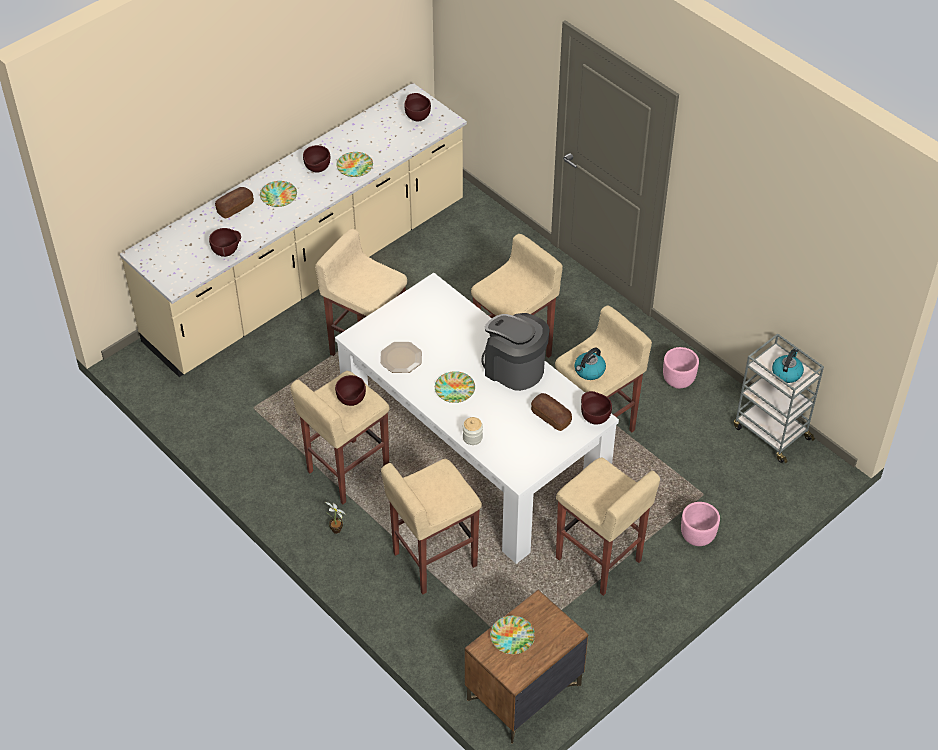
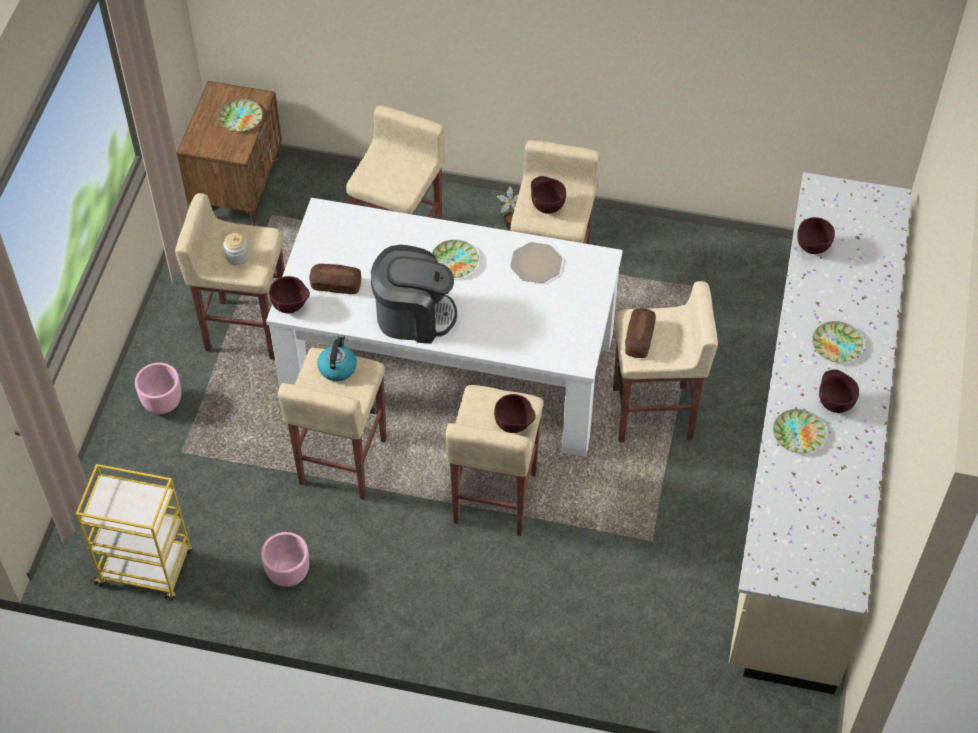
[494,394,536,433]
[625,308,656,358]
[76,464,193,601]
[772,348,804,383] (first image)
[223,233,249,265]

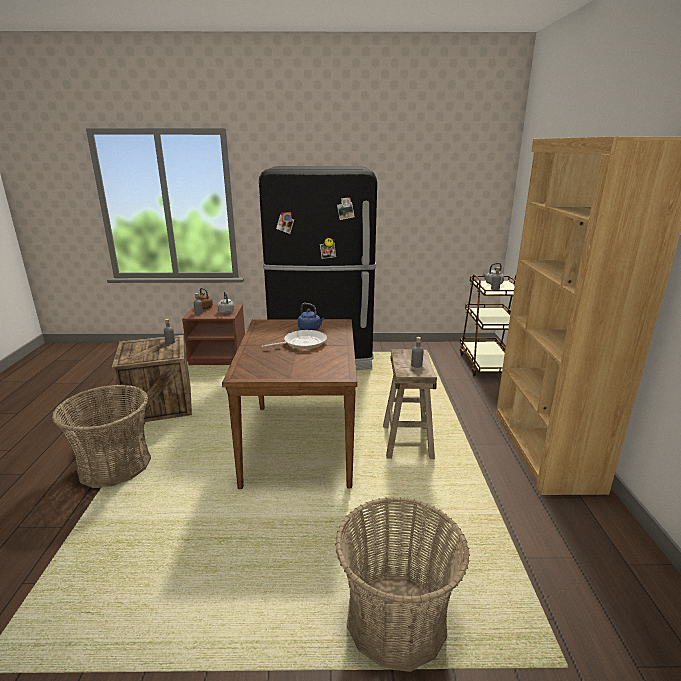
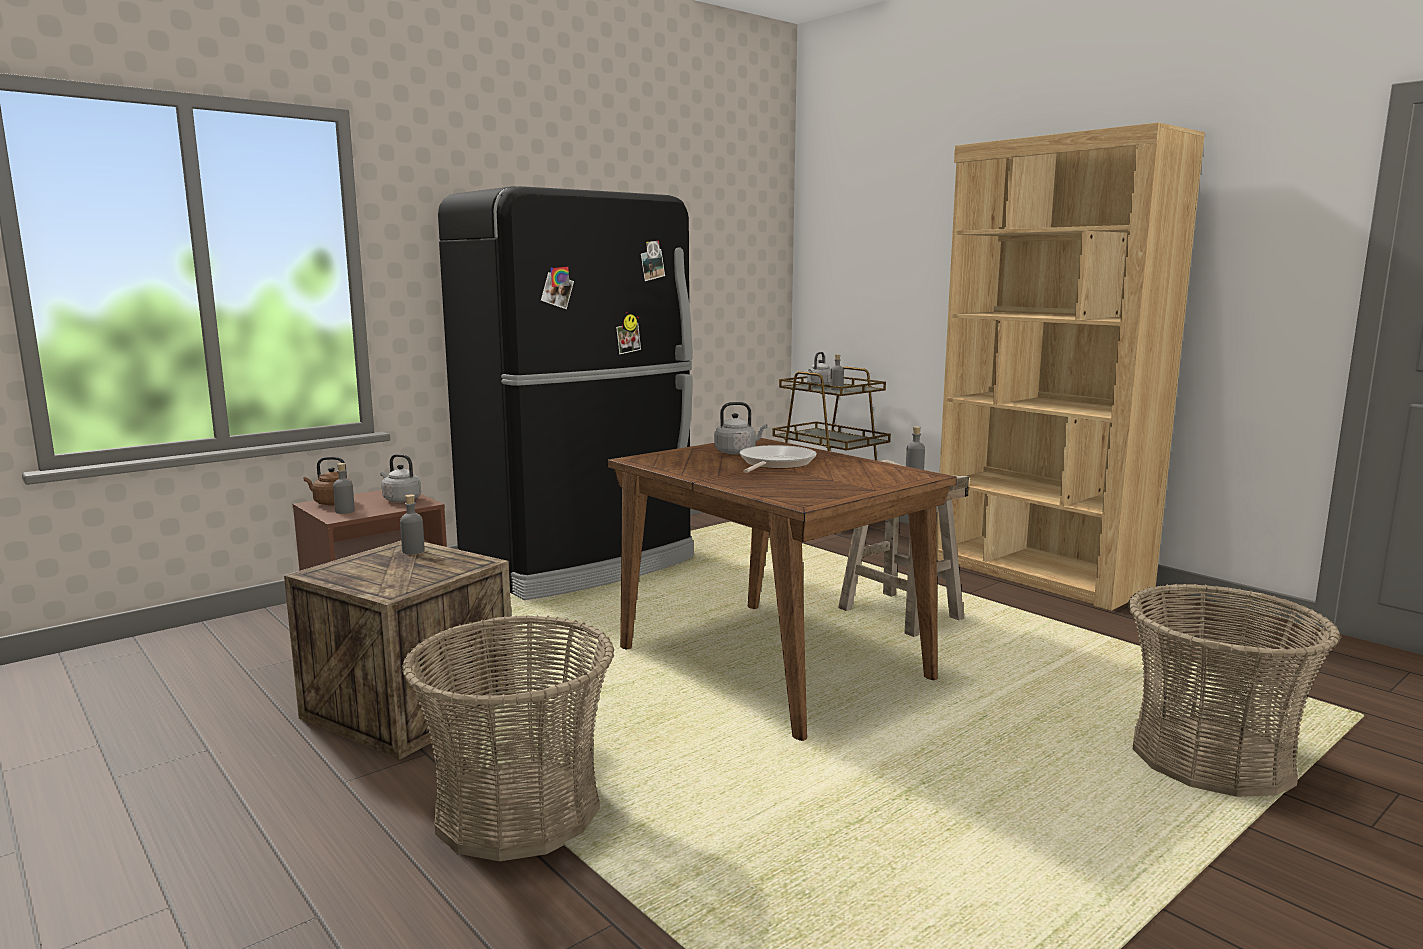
[714,402,768,454]

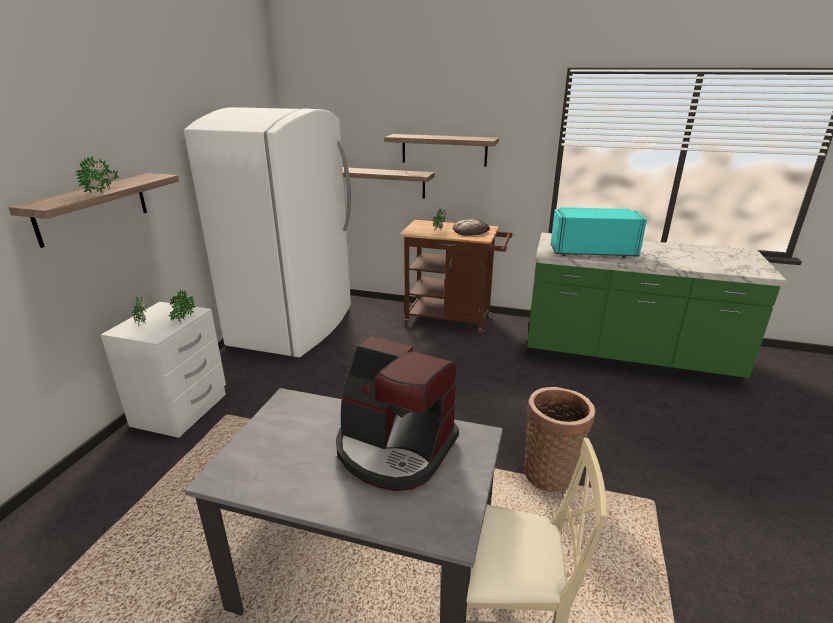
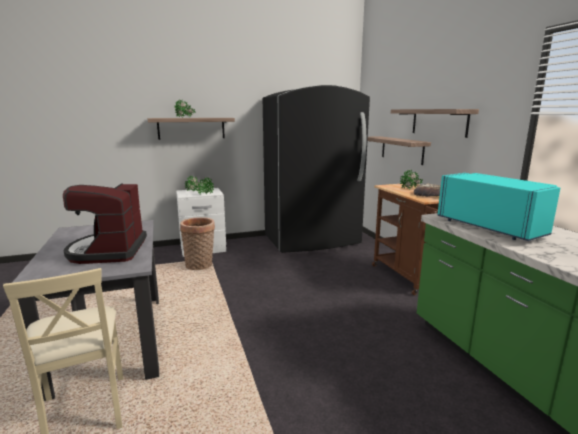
[263,85,370,253]
[180,217,215,270]

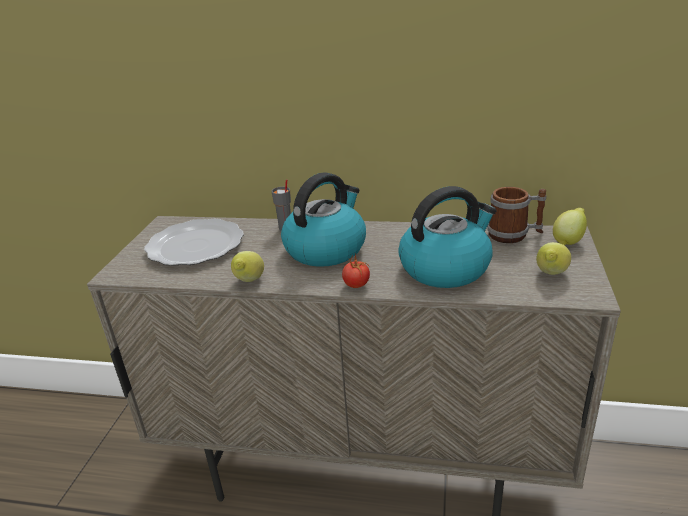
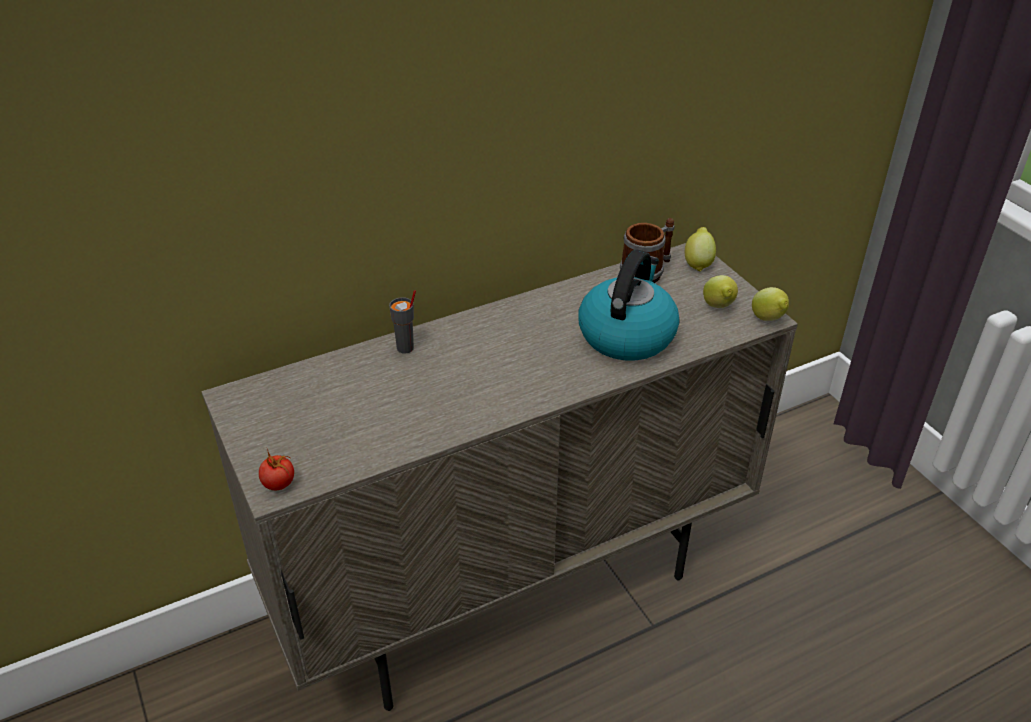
[281,172,366,267] (first image)
[144,219,244,266] (first image)
[752,287,789,321]
[259,449,294,490]

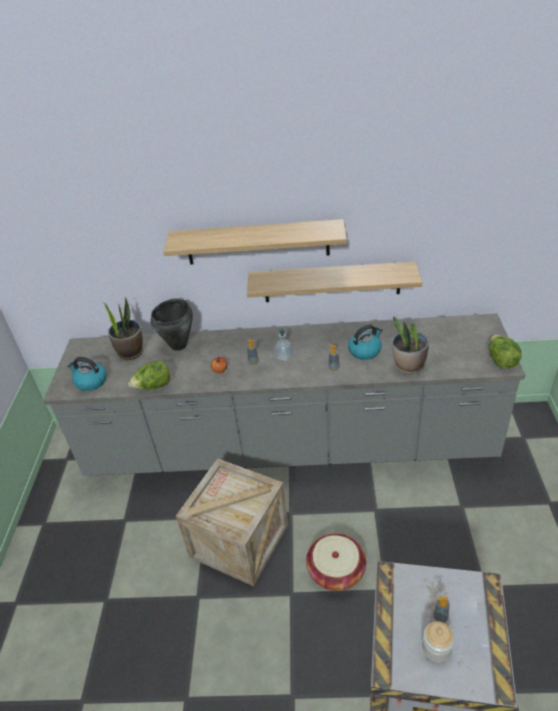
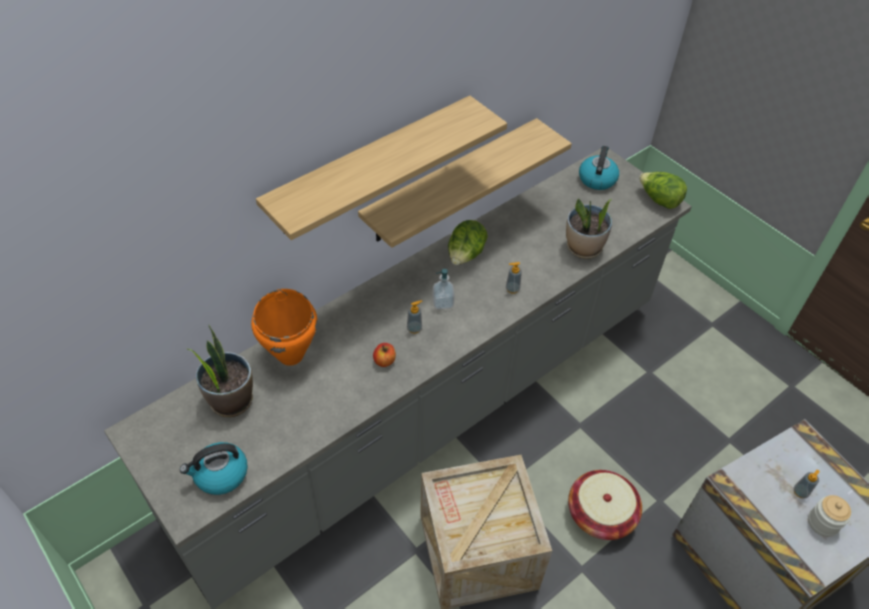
[251,289,317,366]
[579,146,619,190]
[448,220,488,265]

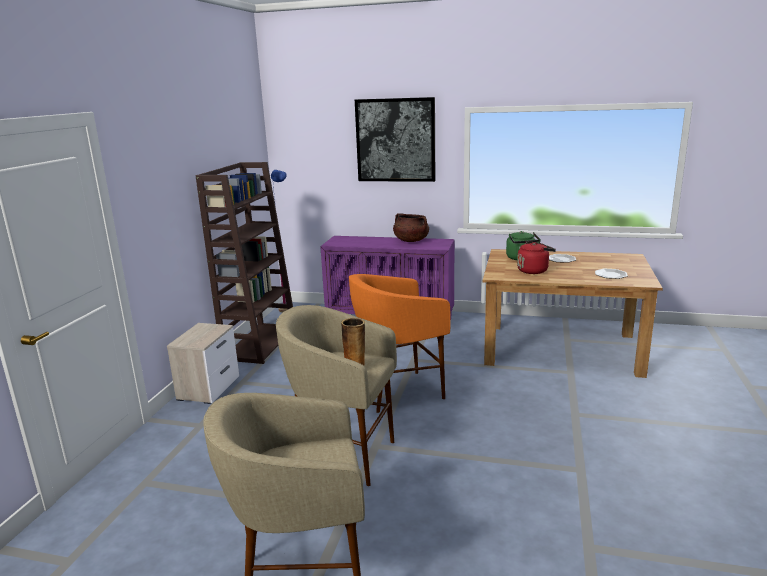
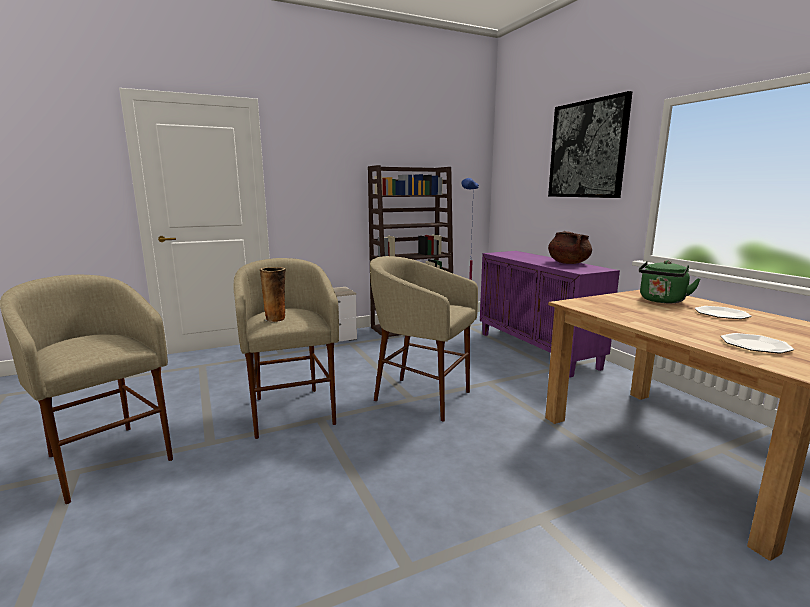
[517,241,556,274] (first image)
[370,256,478,421]

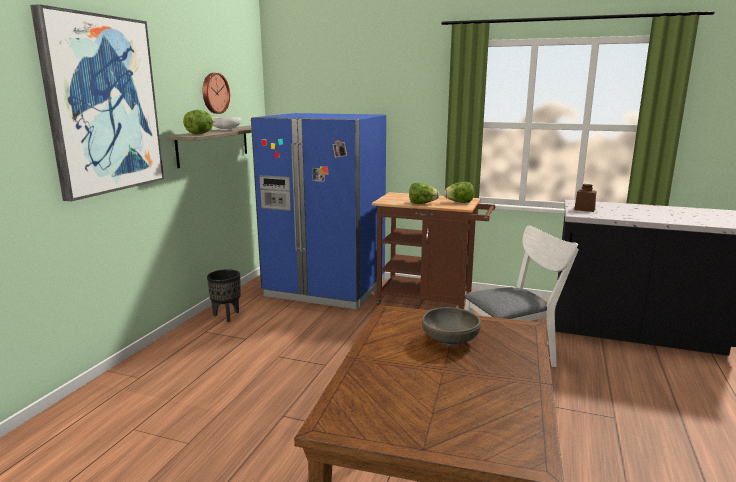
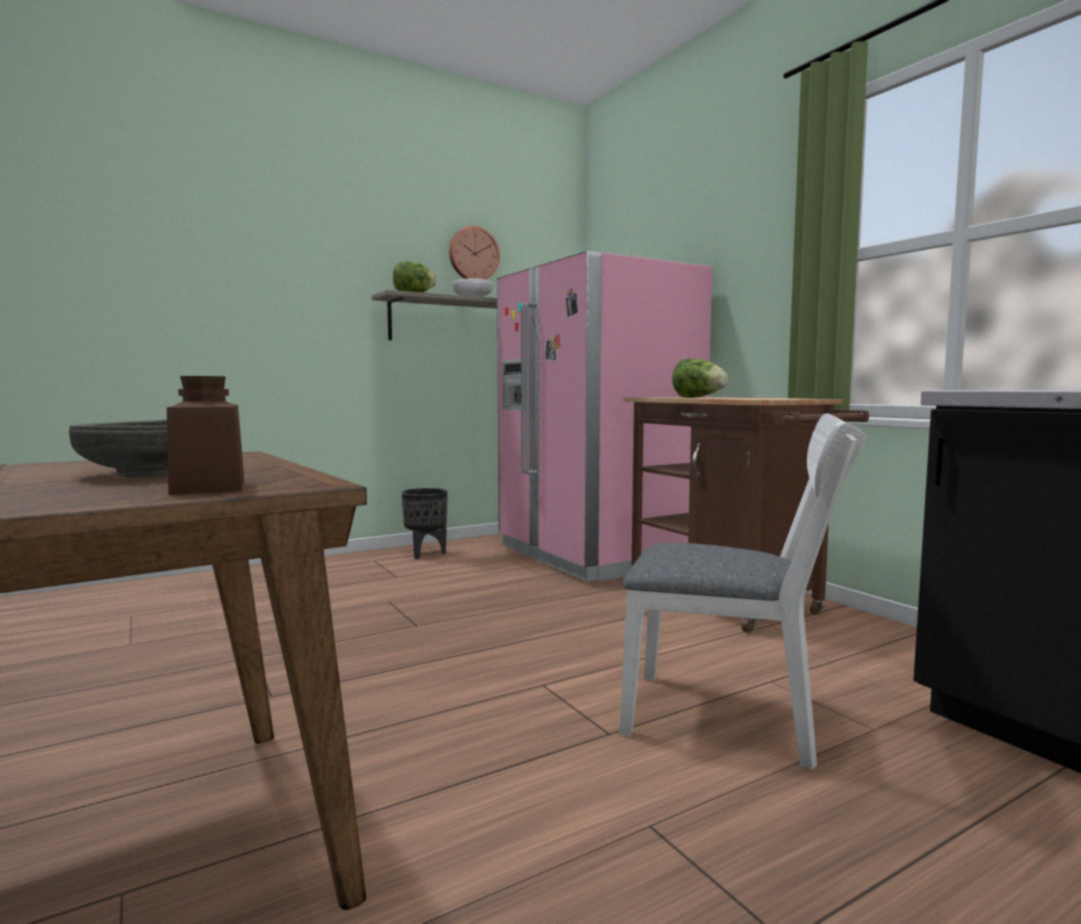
[30,4,164,201] (first image)
[497,251,712,582]
[443,182,474,203] (first image)
[167,376,244,495]

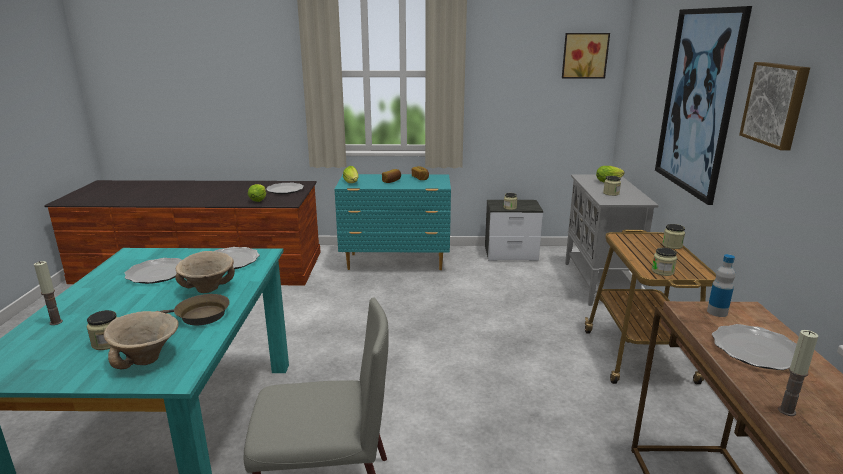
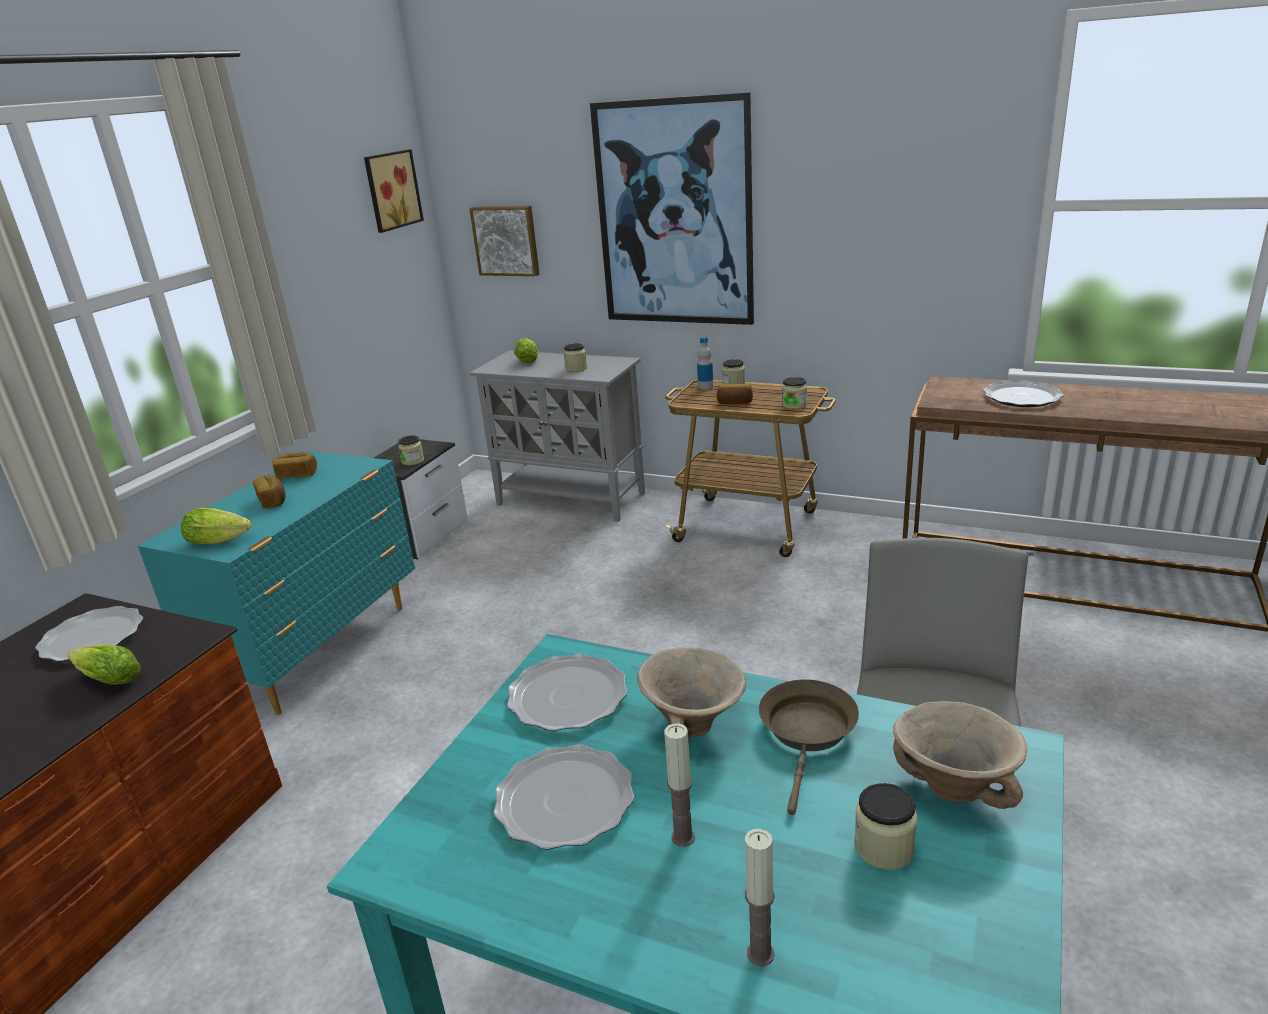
[469,206,540,276]
[697,336,713,389]
[664,723,695,847]
[716,383,753,404]

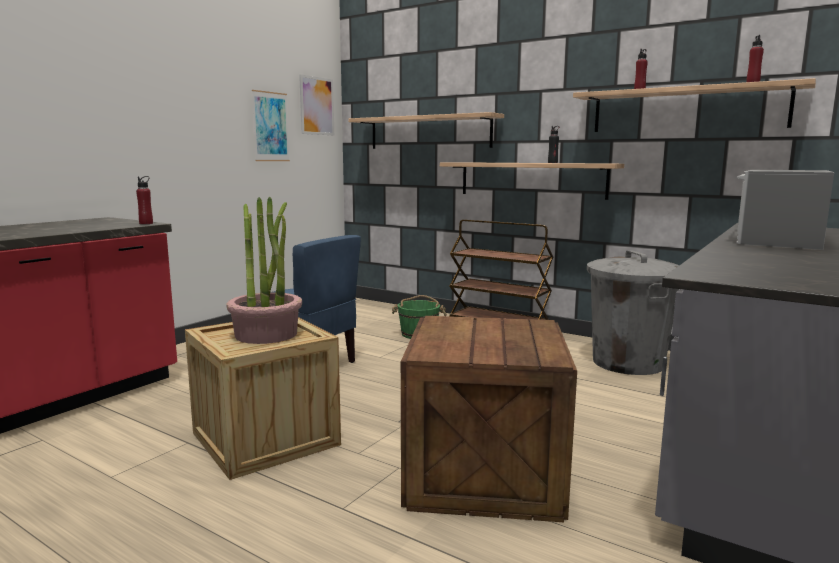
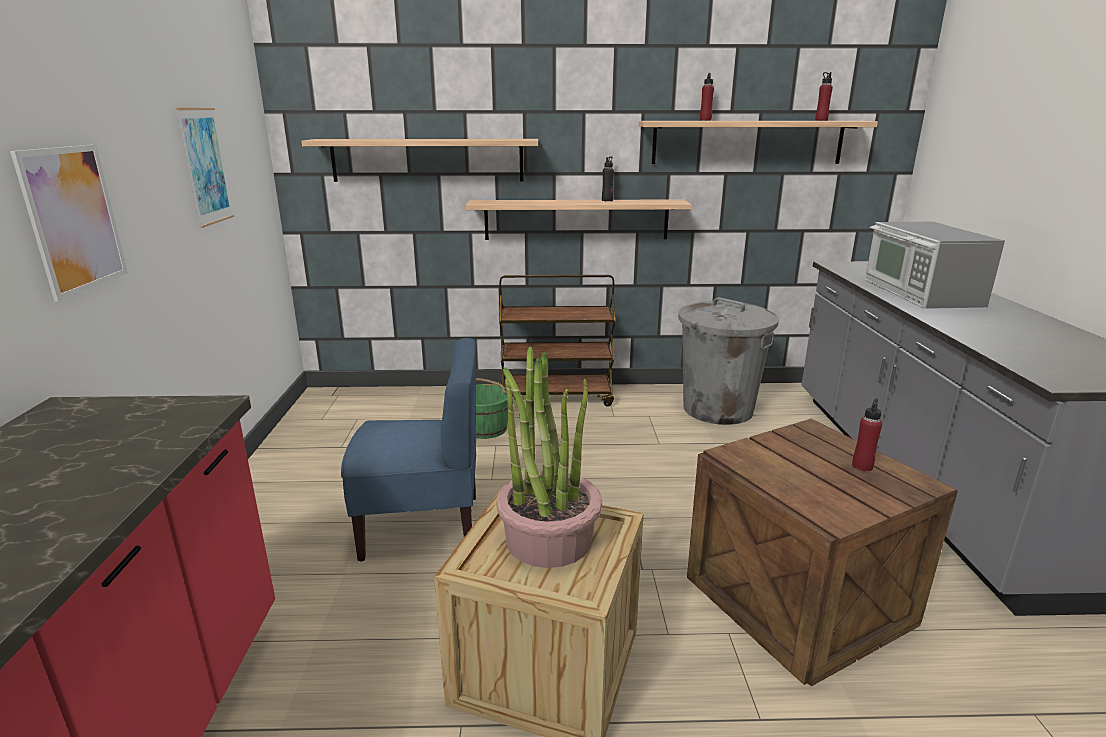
[10,145,128,301]
[852,398,882,472]

